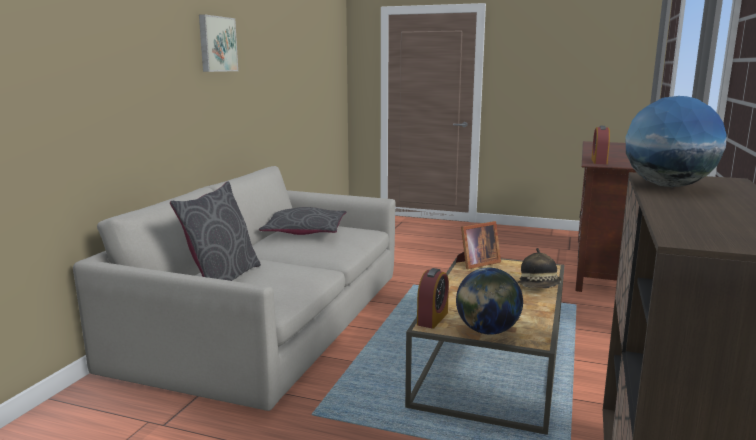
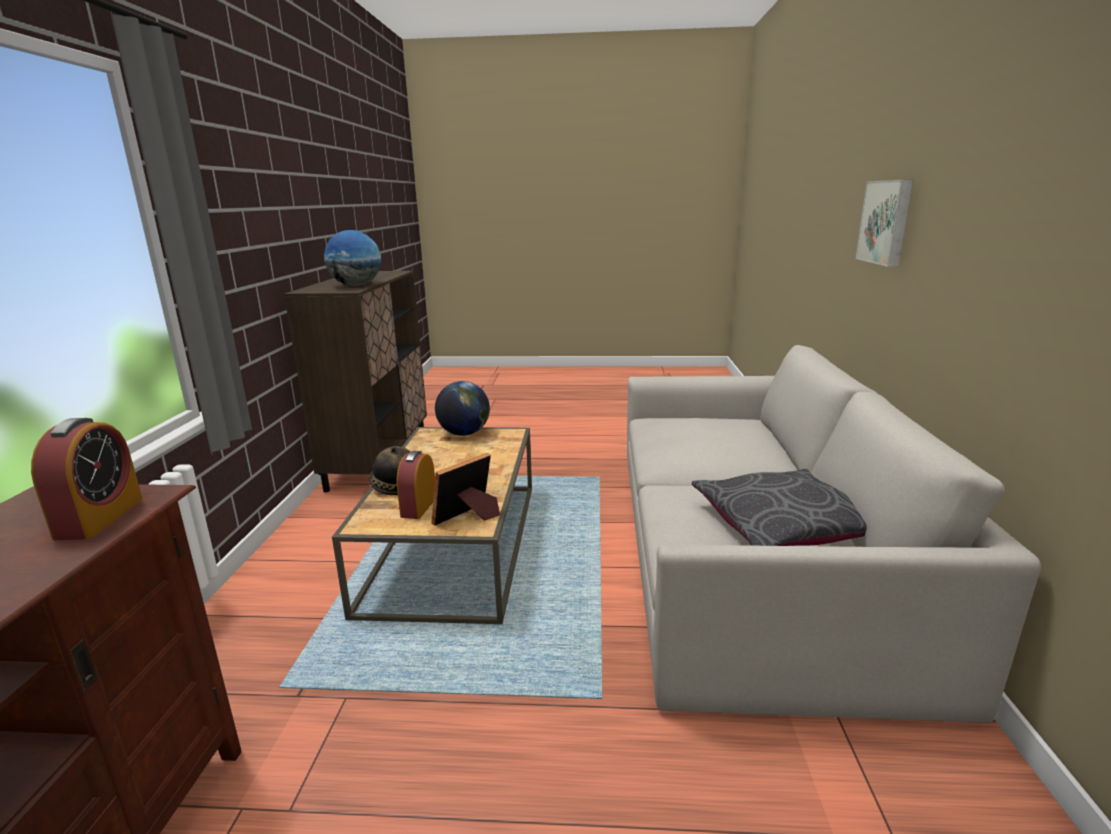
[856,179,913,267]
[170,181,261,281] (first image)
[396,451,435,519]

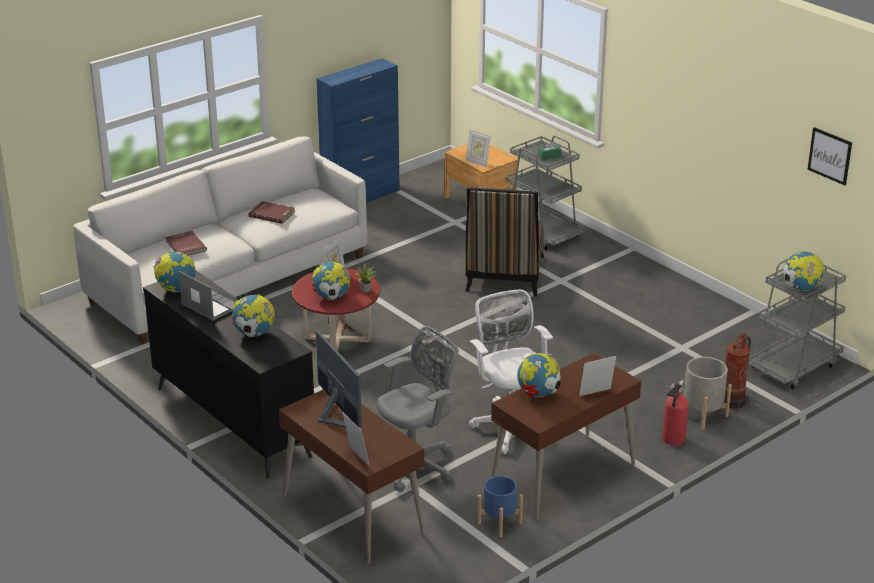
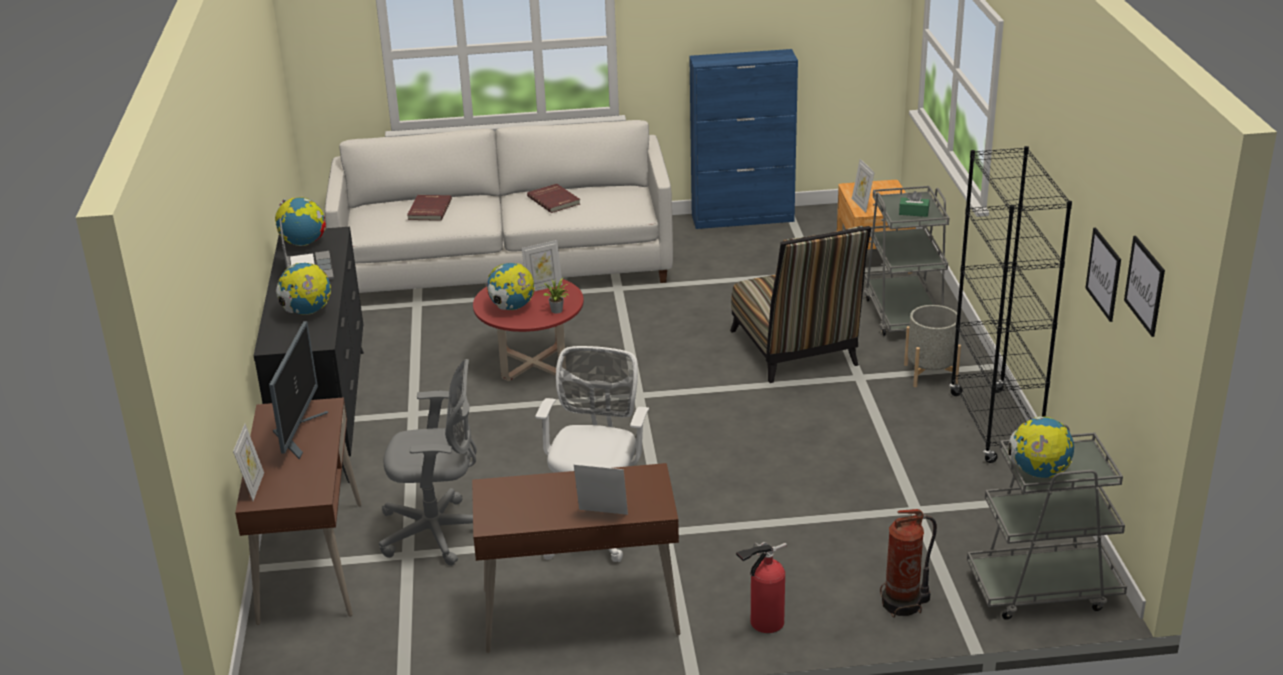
[730,226,871,383]
[517,353,561,397] (first image)
[904,305,961,387]
[477,476,523,537] (first image)
[949,146,1072,463]
[1085,228,1121,322]

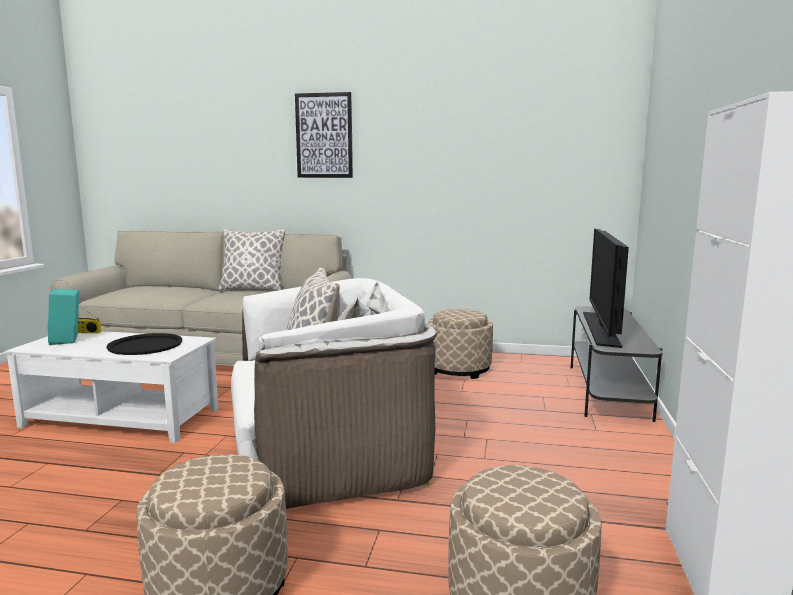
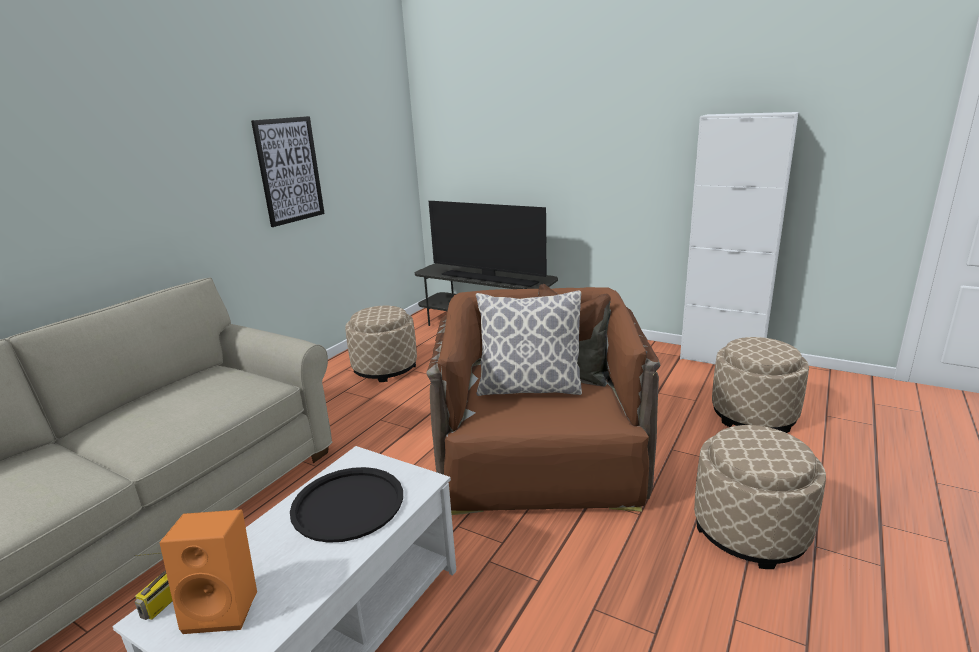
[251,116,325,227]
[218,229,285,291] (first image)
[426,284,661,515]
[160,510,257,634]

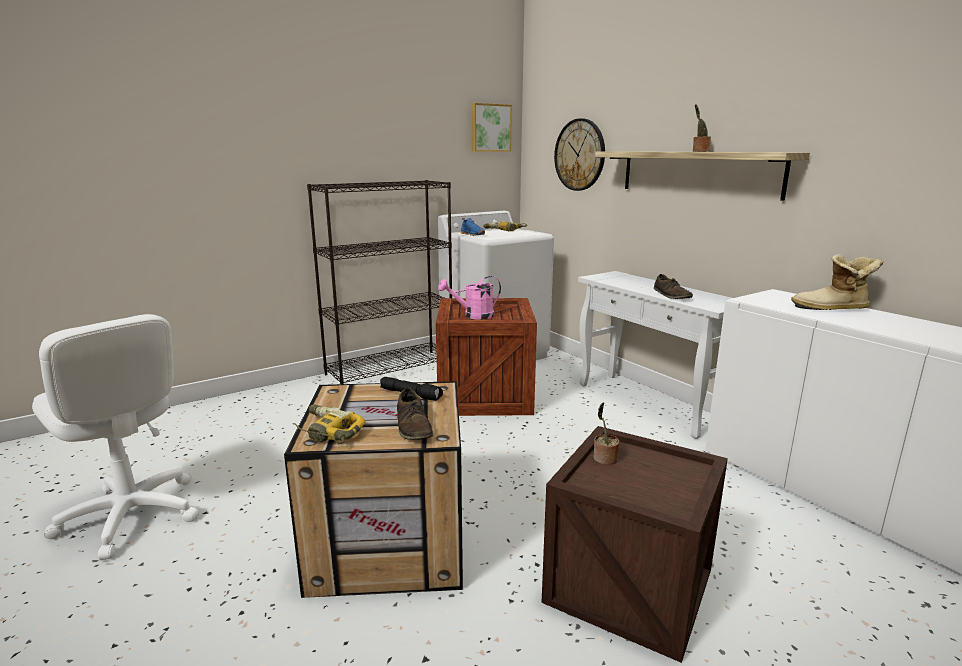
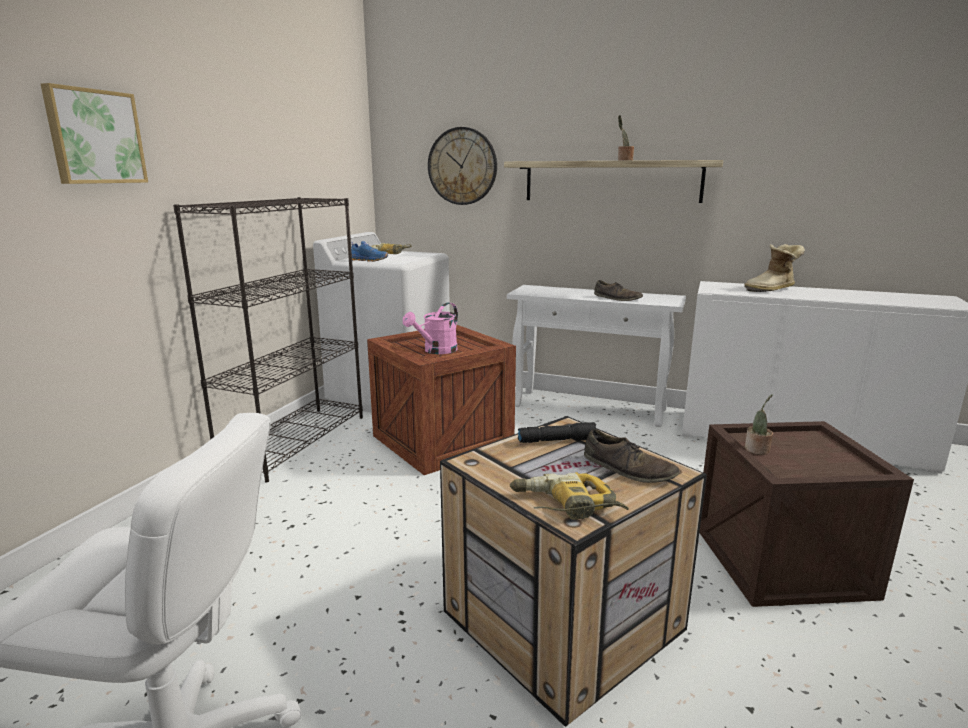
[41,83,148,184]

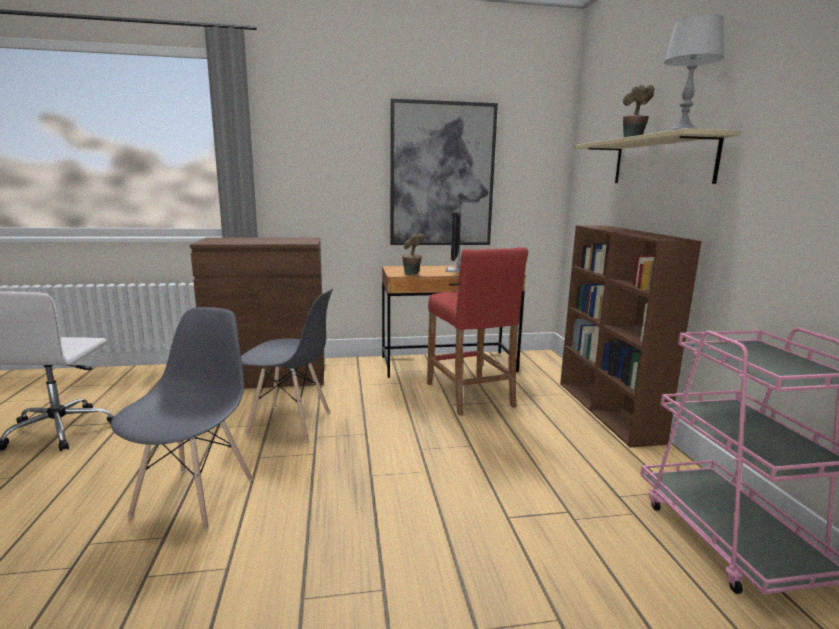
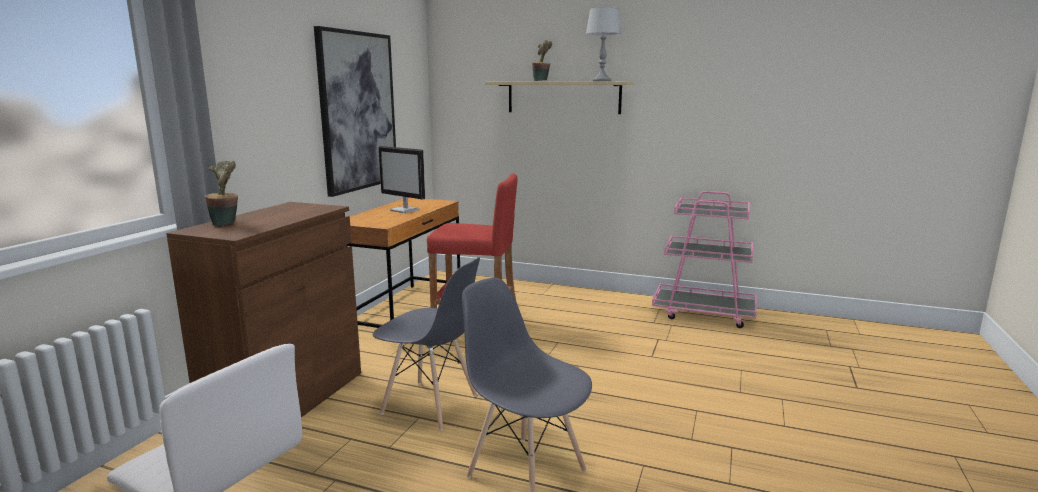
[560,225,702,447] (first image)
[205,160,238,226]
[373,257,480,430]

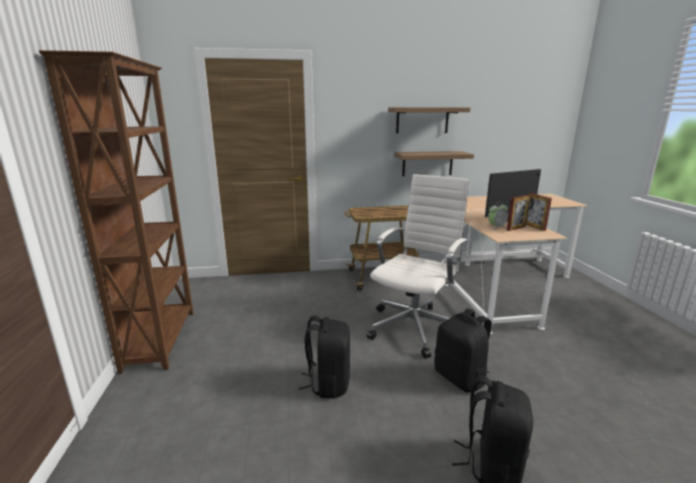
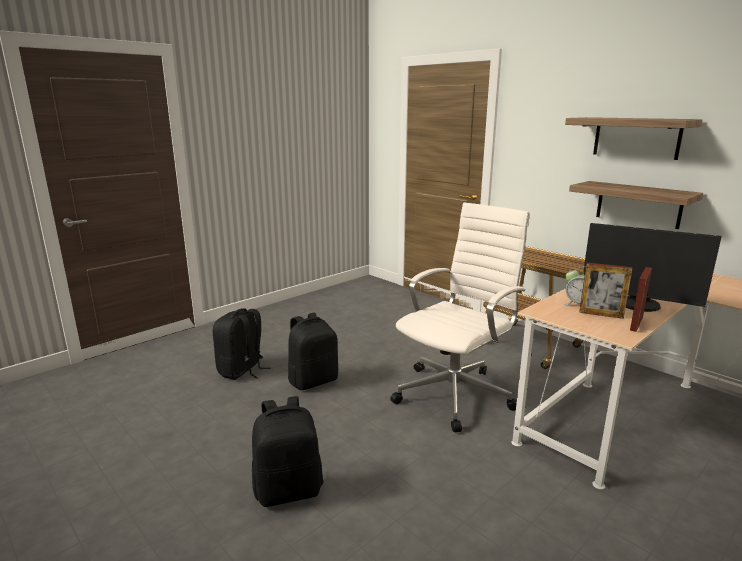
[39,50,194,374] (first image)
[390,202,529,433]
[213,308,270,380]

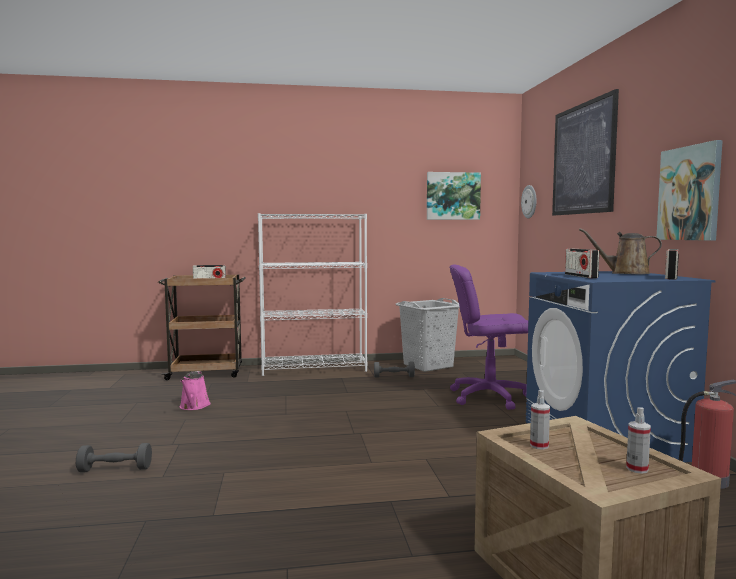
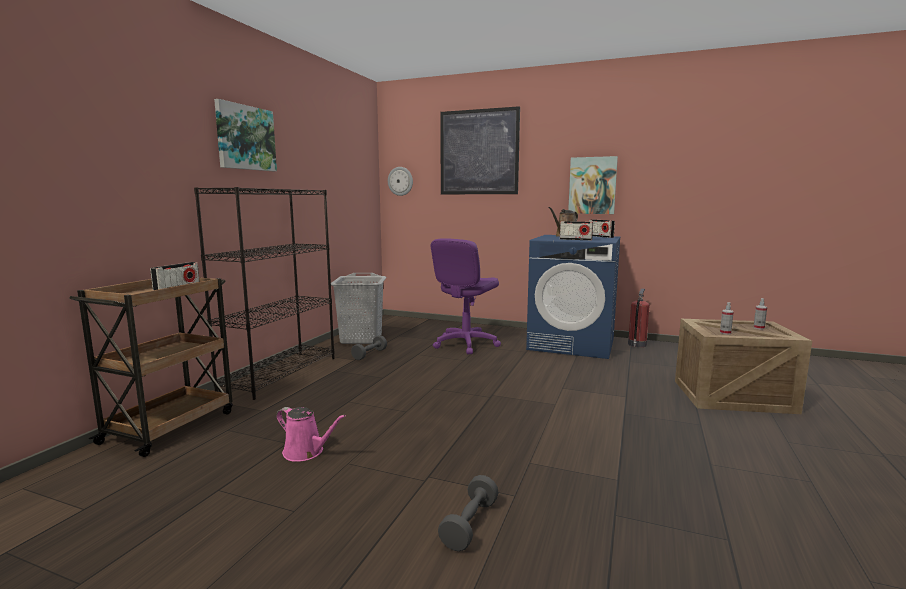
[214,99,277,171]
[194,187,334,400]

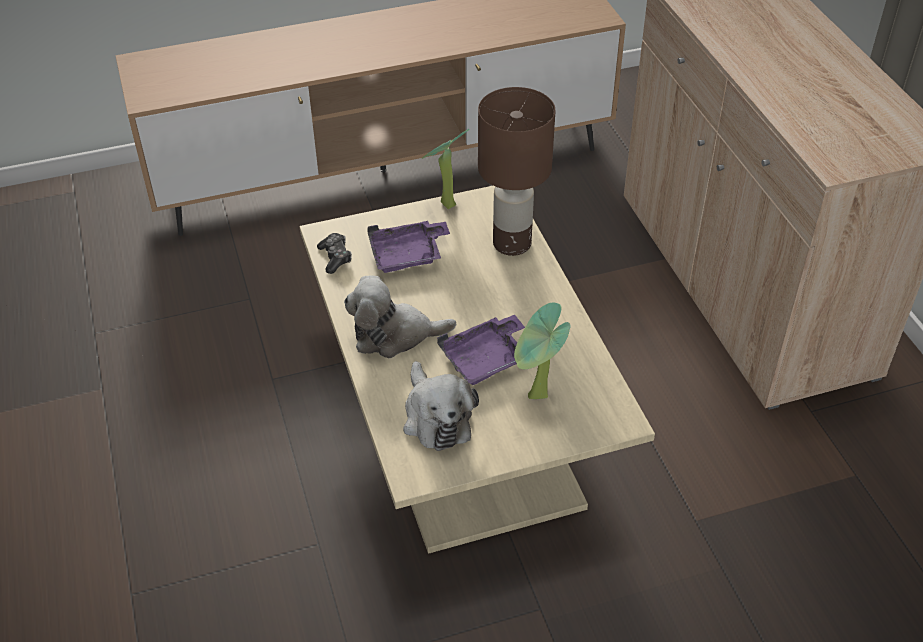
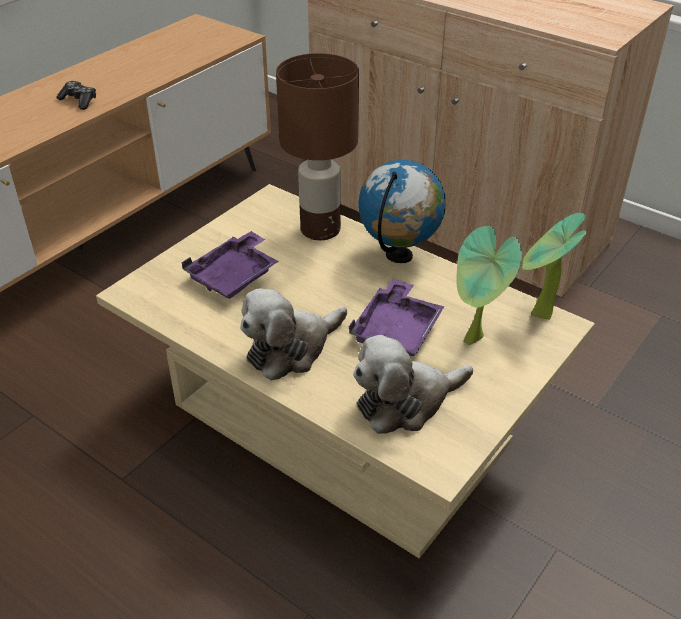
[522,213,586,320]
[56,81,96,110]
[353,335,473,434]
[358,160,446,263]

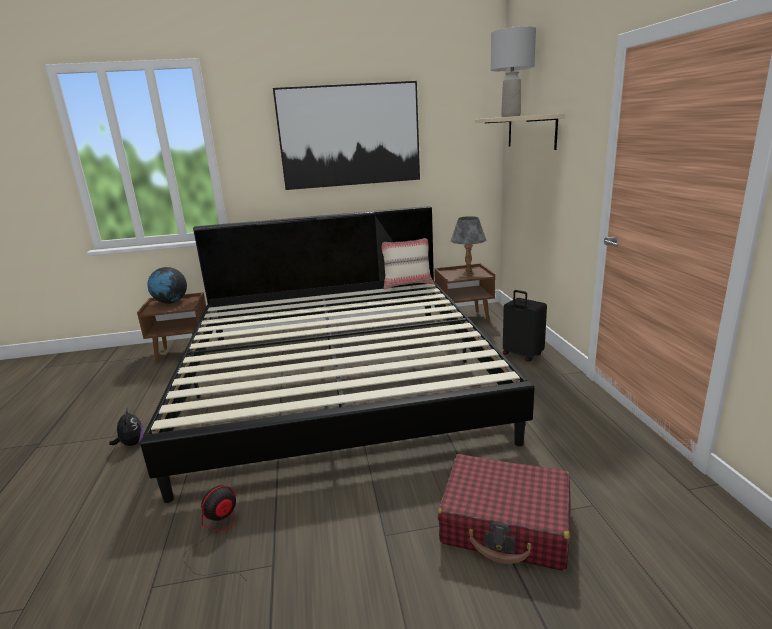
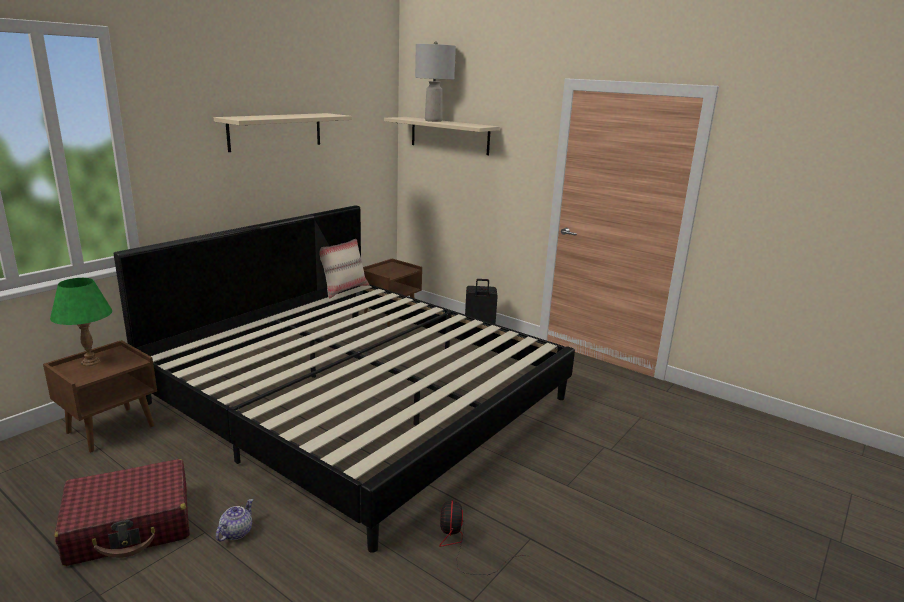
[214,113,352,152]
[451,216,486,276] (first image)
[50,278,112,366]
[216,499,253,541]
[54,459,190,566]

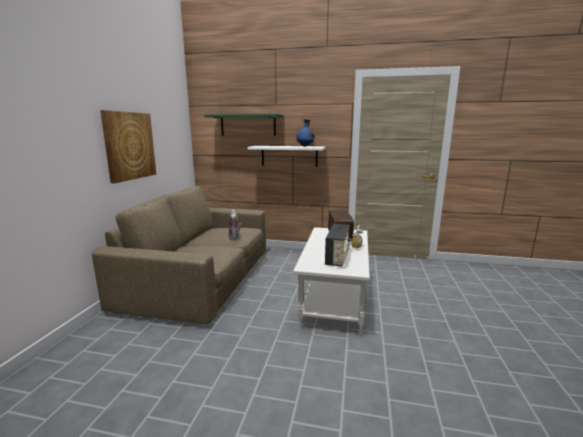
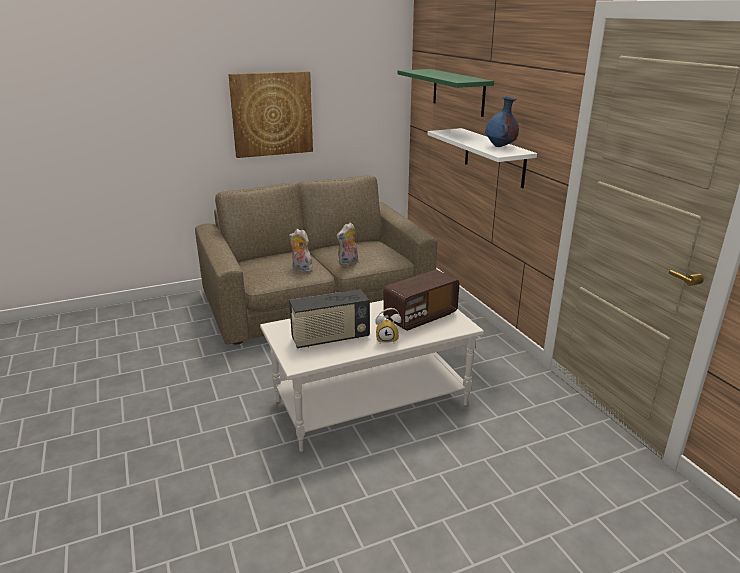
[289,229,313,272]

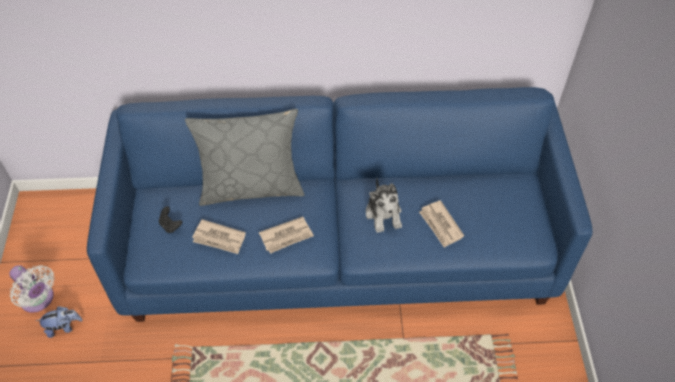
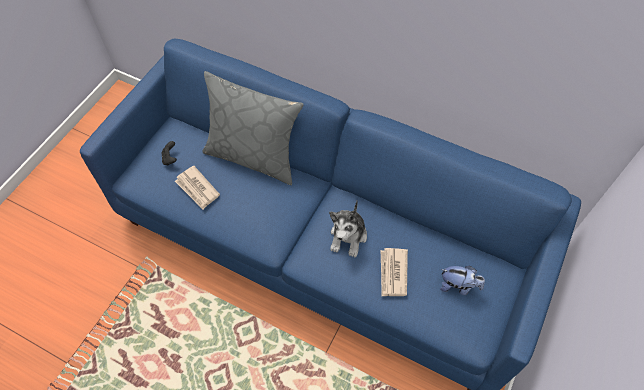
[259,217,314,254] (first image)
[9,265,55,313] (first image)
[440,266,485,295]

